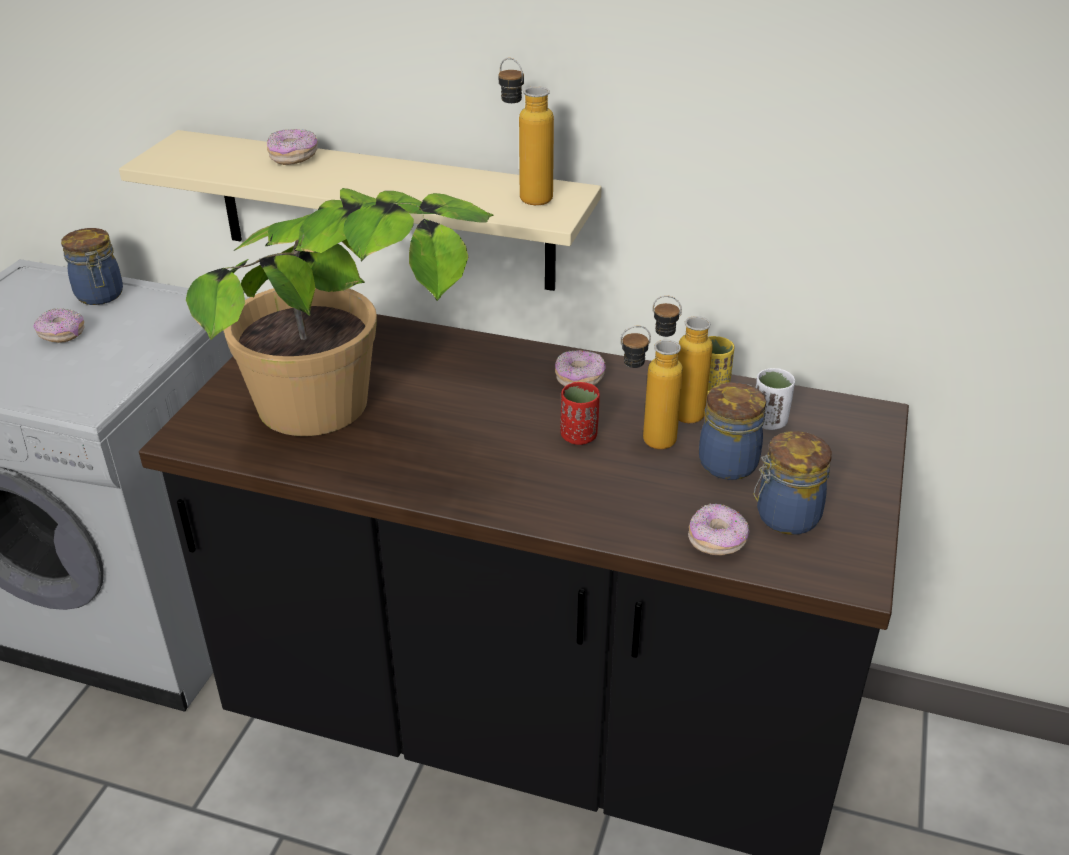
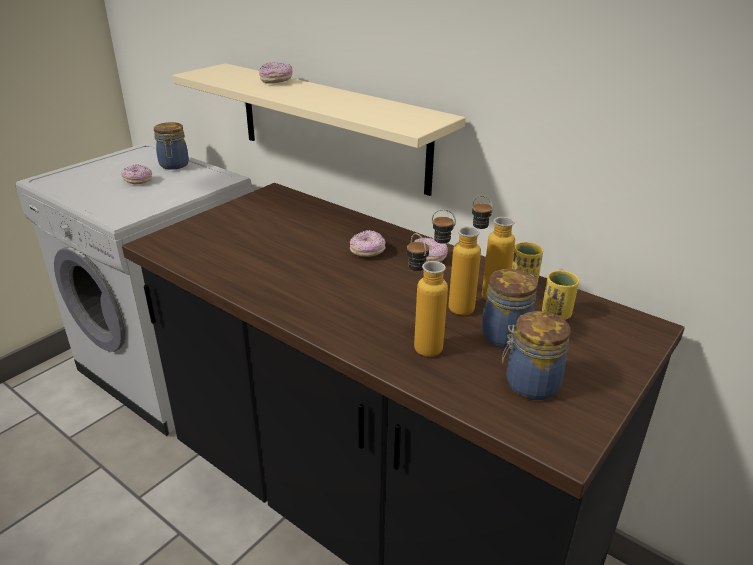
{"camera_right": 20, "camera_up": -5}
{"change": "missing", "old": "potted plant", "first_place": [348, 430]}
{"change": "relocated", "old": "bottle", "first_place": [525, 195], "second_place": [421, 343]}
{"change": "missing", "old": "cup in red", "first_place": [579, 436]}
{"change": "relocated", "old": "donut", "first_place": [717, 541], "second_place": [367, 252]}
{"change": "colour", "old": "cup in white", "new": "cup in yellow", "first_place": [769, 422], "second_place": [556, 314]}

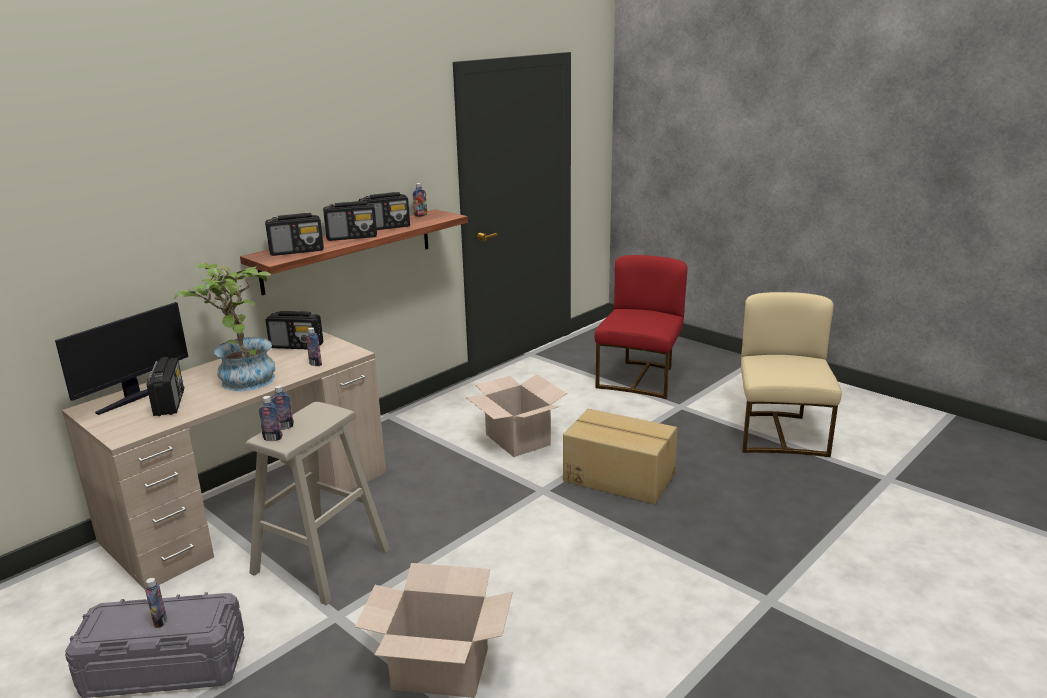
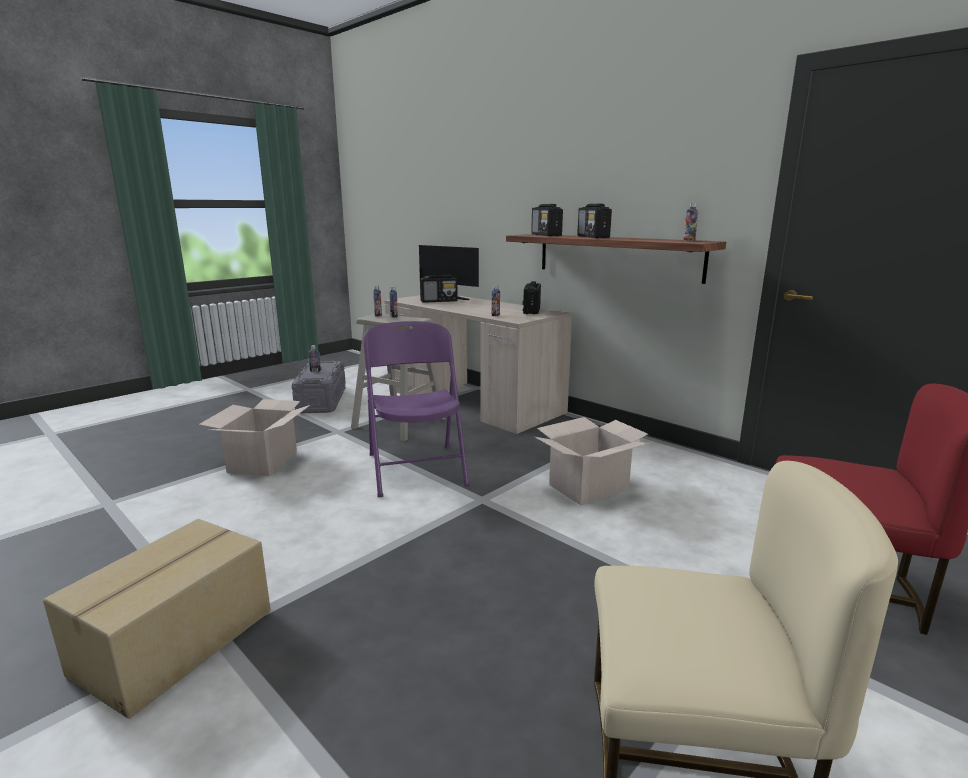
{"camera_right": 90, "camera_up": -5}
{"change": "missing", "old": "potted plant", "first_place": [242, 378]}
{"change": "missing", "old": "radio", "first_place": [386, 227]}
{"change": "relocated", "old": "cardboard box", "first_place": [619, 477], "second_place": [177, 642]}
{"change": "appeared", "new": "chair in purple", "second_place": [417, 469]}

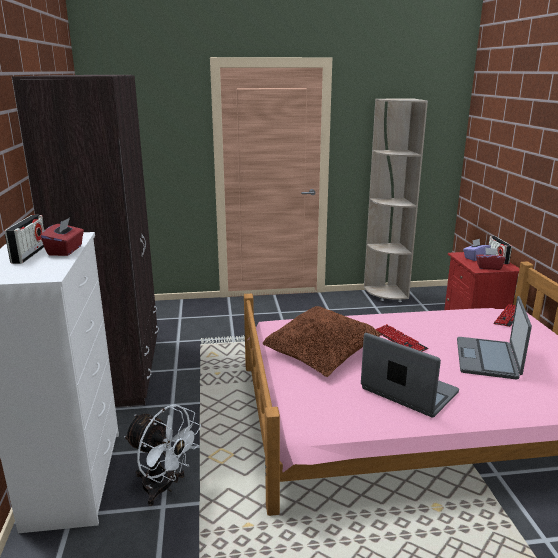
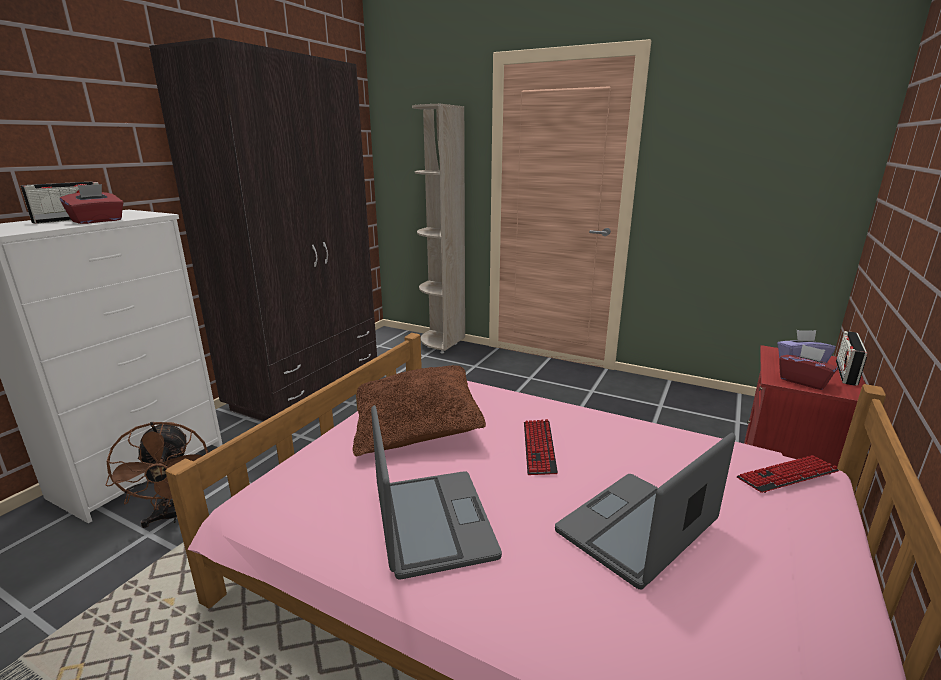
{"camera_right": 35, "camera_up": 0}
{"change": "colour", "old": "fan in white", "new": "fan in brown", "first_place": [164, 488], "second_place": [175, 516]}
{"change": "relocated", "old": "bookcase in beige", "first_place": [386, 297], "second_place": [439, 345]}

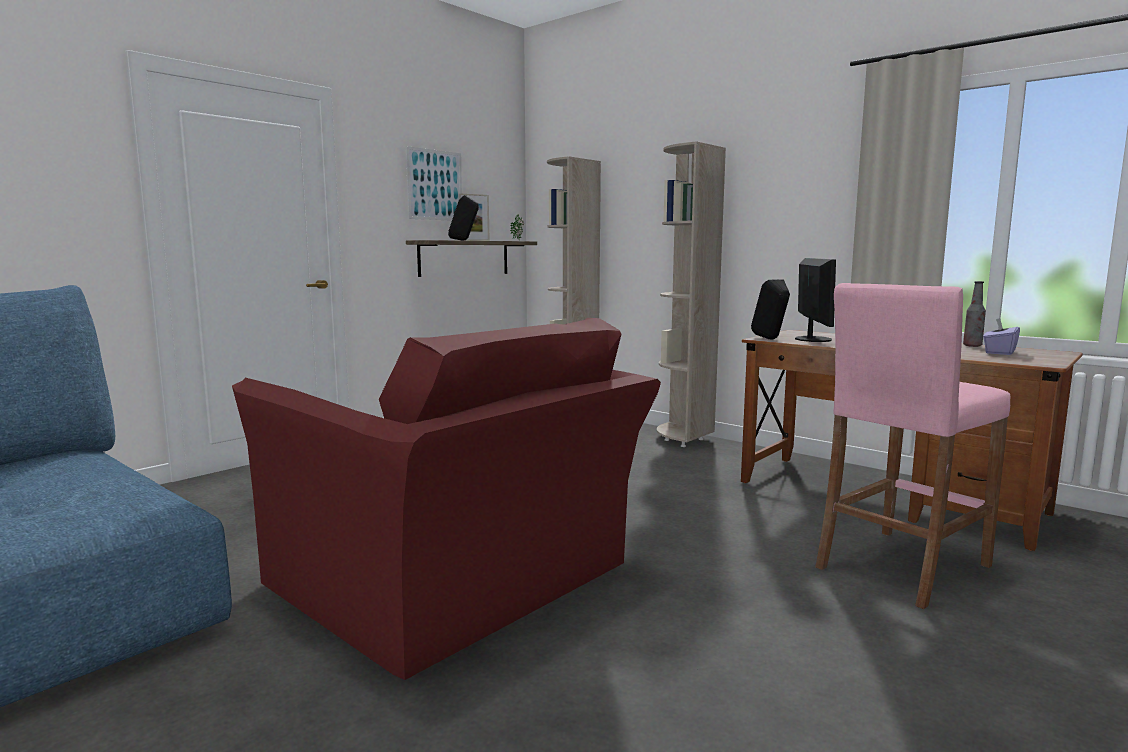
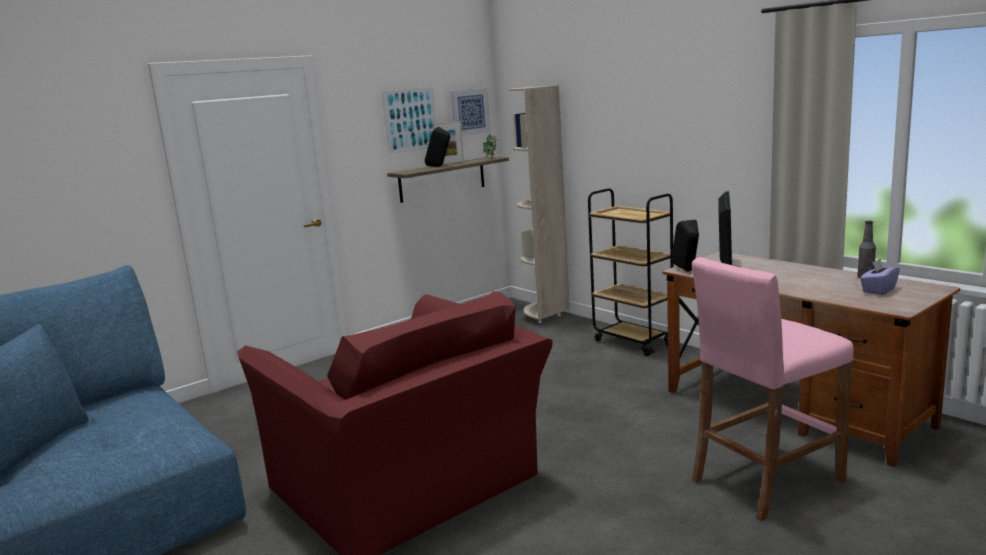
{"camera_right": 10, "camera_up": 5}
{"change": "exchanged", "old": "bookcase in beige", "new": "cart in brown", "first_place": [680, 439], "second_place": [634, 343]}
{"change": "appeared", "new": "picture", "second_place": [469, 112]}

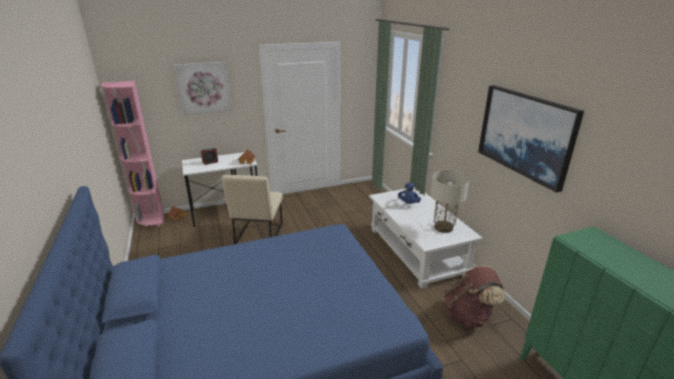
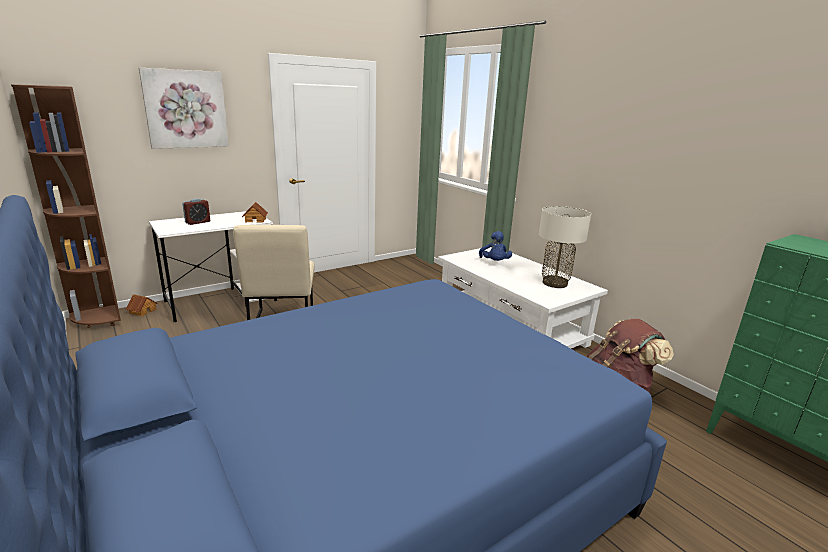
{"camera_right": -15, "camera_up": -5}
{"change": "colour", "old": "bookcase in pink", "new": "bookcase in brown", "first_place": [151, 222], "second_place": [98, 321]}
{"change": "missing", "old": "picture", "first_place": [525, 134]}

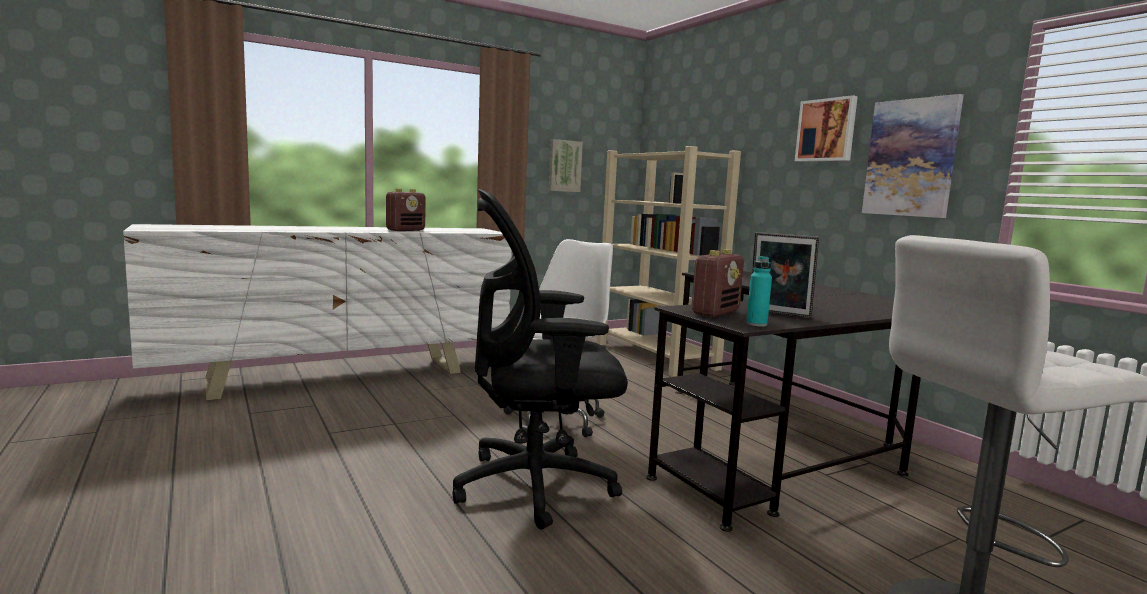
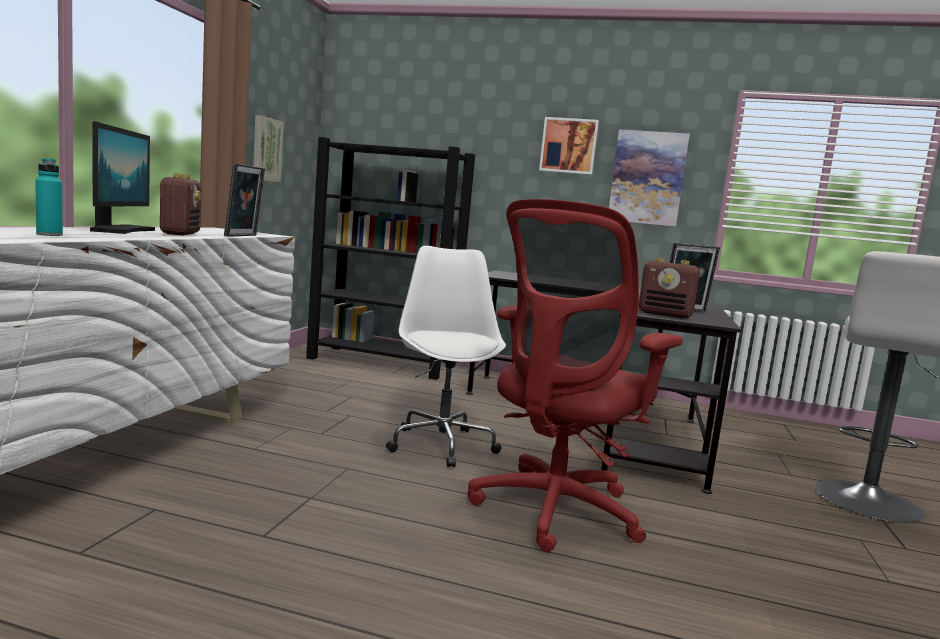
{"camera_right": -45, "camera_up": 0}
{"change": "colour", "old": "office chair in black", "new": "office chair in red", "first_place": [543, 483], "second_place": [559, 505]}
{"change": "colour", "old": "bookcase in beige", "new": "bookcase in black", "first_place": [655, 356], "second_place": [382, 362]}
{"change": "spun", "old": "radio", "first_place": [715, 313], "second_place": [665, 314], "degrees": 120}
{"change": "relocated", "old": "bottle in turquoise", "first_place": [756, 324], "second_place": [49, 235]}
{"change": "appeared", "new": "monitor", "second_place": [120, 230]}
{"change": "appeared", "new": "picture frame", "second_place": [243, 236]}

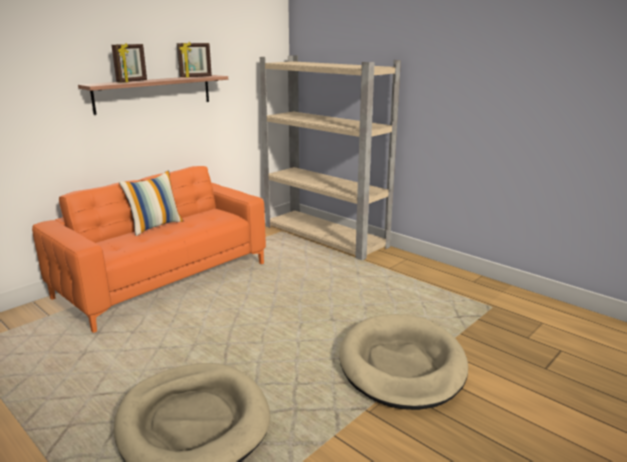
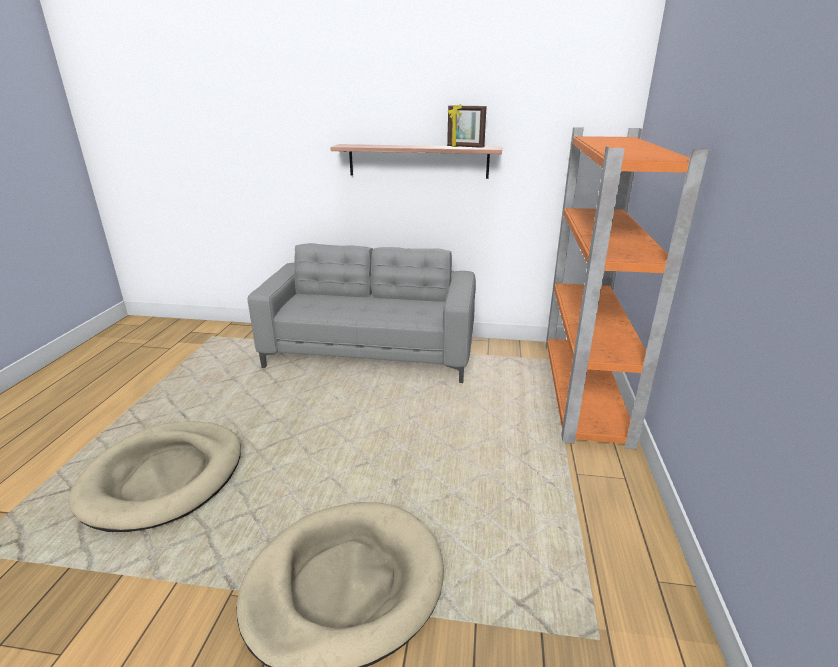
{"camera_right": 55, "camera_up": 5}
{"change": "colour", "old": "sofa in orange", "new": "sofa in grey", "first_place": [164, 279], "second_place": [371, 353]}
{"change": "missing", "old": "picture frame", "first_place": [132, 81]}
{"change": "missing", "old": "pillow", "first_place": [155, 226]}
{"change": "colour", "old": "bookcase in beige", "new": "bookcase in orange", "first_place": [324, 236], "second_place": [583, 389]}

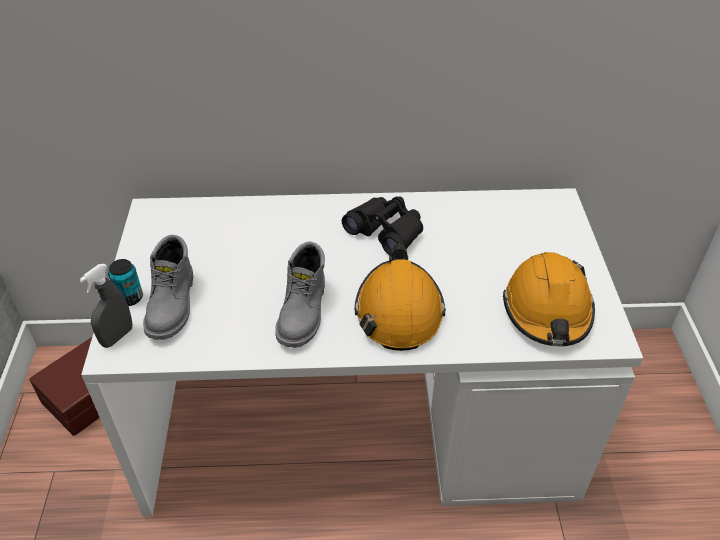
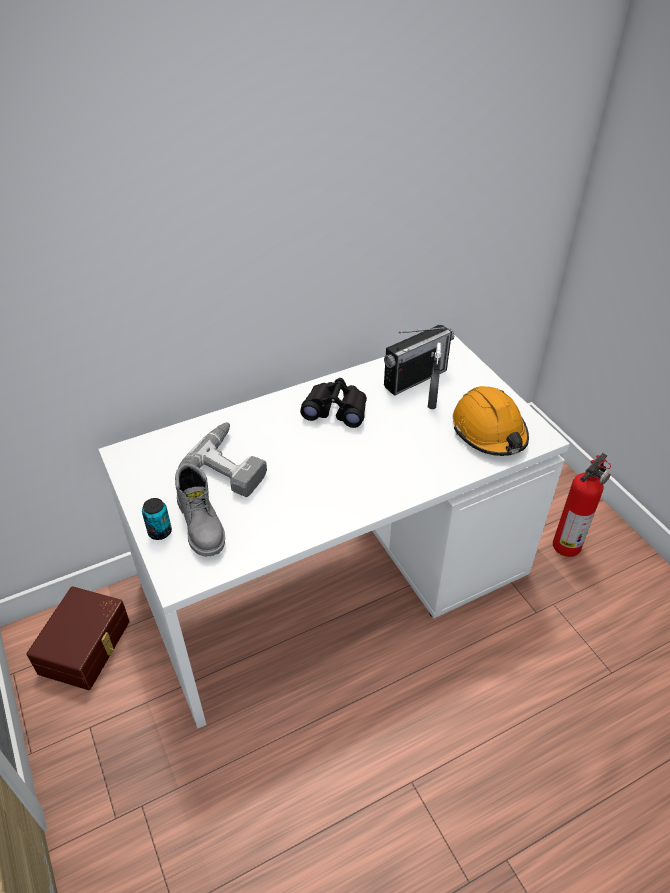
{"camera_right": -25, "camera_up": 0}
{"change": "relocated", "old": "spray bottle in grey", "first_place": [117, 337], "second_place": [432, 402]}
{"change": "missing", "old": "boot in grey", "first_place": [304, 312]}
{"change": "missing", "old": "hard hat in orange", "first_place": [399, 310]}
{"change": "appeared", "new": "power drill", "second_place": [232, 464]}
{"change": "appeared", "new": "radio", "second_place": [415, 378]}
{"change": "appeared", "new": "fire extinguisher", "second_place": [568, 544]}

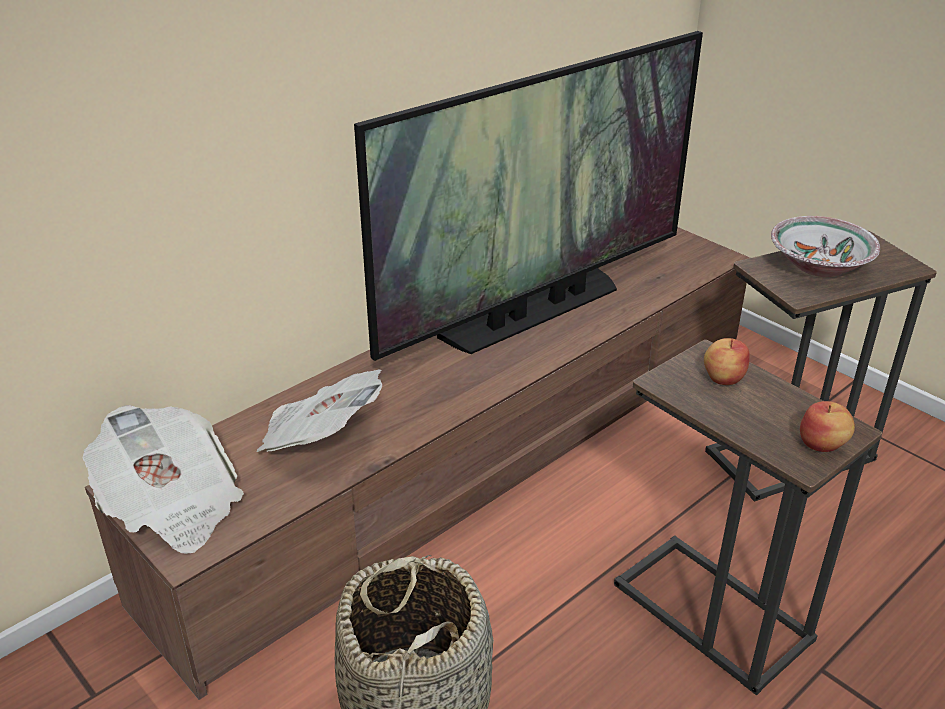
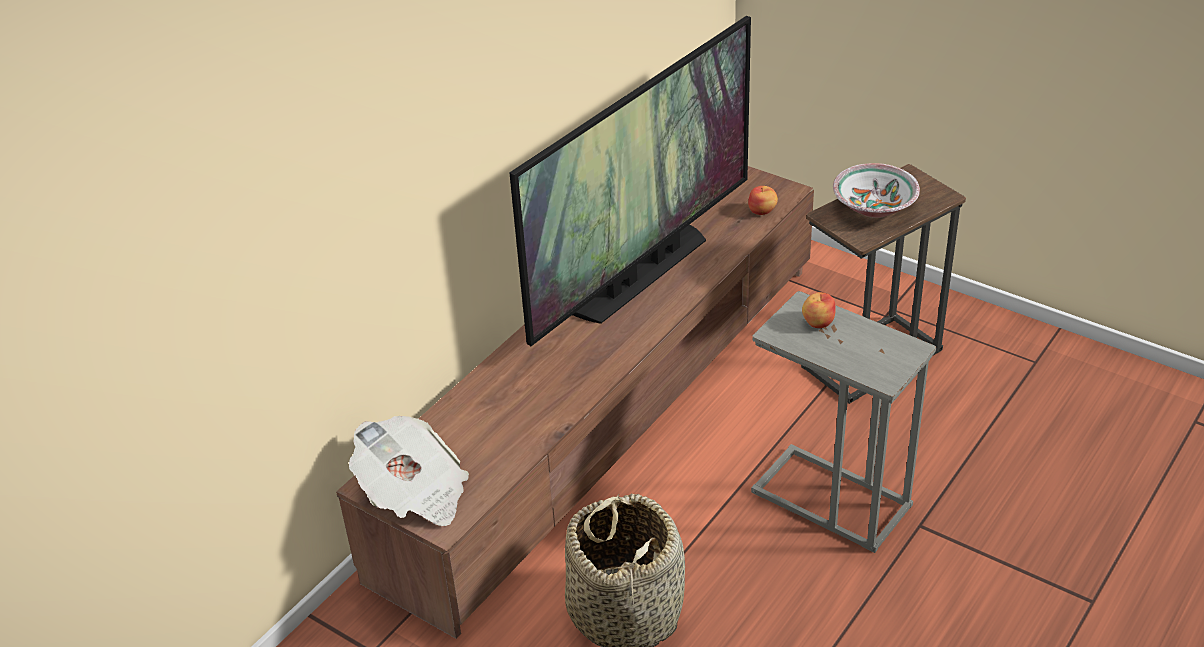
{"camera_right": -10, "camera_up": 5}
{"change": "missing", "old": "newspaper", "first_place": [321, 438]}
{"change": "colour", "old": "side table in brown", "new": "side table in grey", "first_place": [714, 612], "second_place": [833, 499]}
{"change": "relocated", "old": "apple", "first_place": [822, 444], "second_place": [762, 211]}

